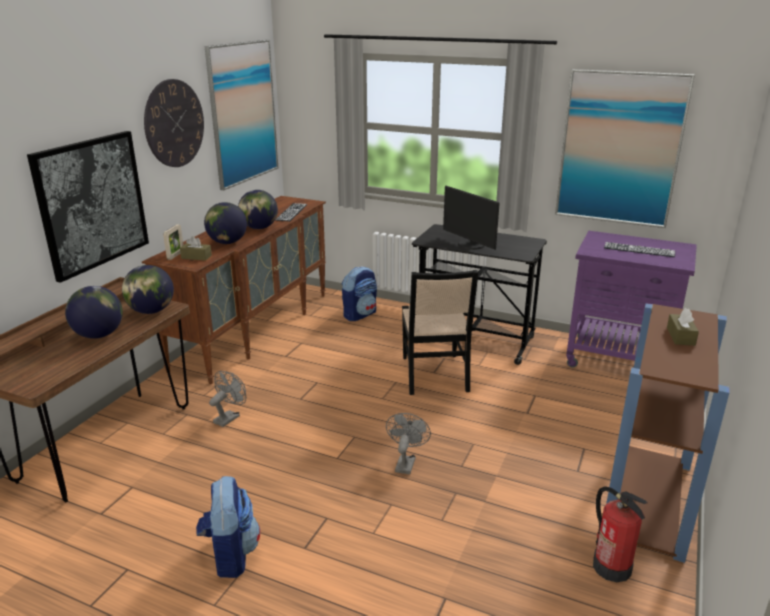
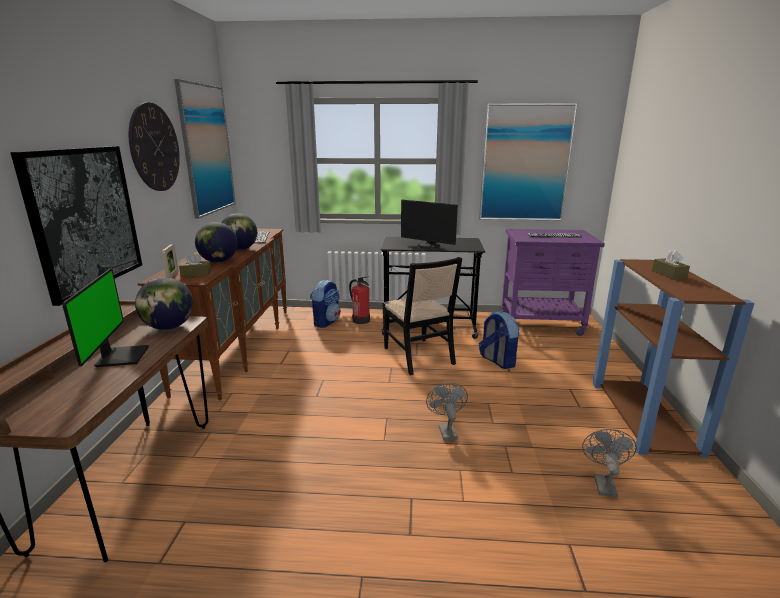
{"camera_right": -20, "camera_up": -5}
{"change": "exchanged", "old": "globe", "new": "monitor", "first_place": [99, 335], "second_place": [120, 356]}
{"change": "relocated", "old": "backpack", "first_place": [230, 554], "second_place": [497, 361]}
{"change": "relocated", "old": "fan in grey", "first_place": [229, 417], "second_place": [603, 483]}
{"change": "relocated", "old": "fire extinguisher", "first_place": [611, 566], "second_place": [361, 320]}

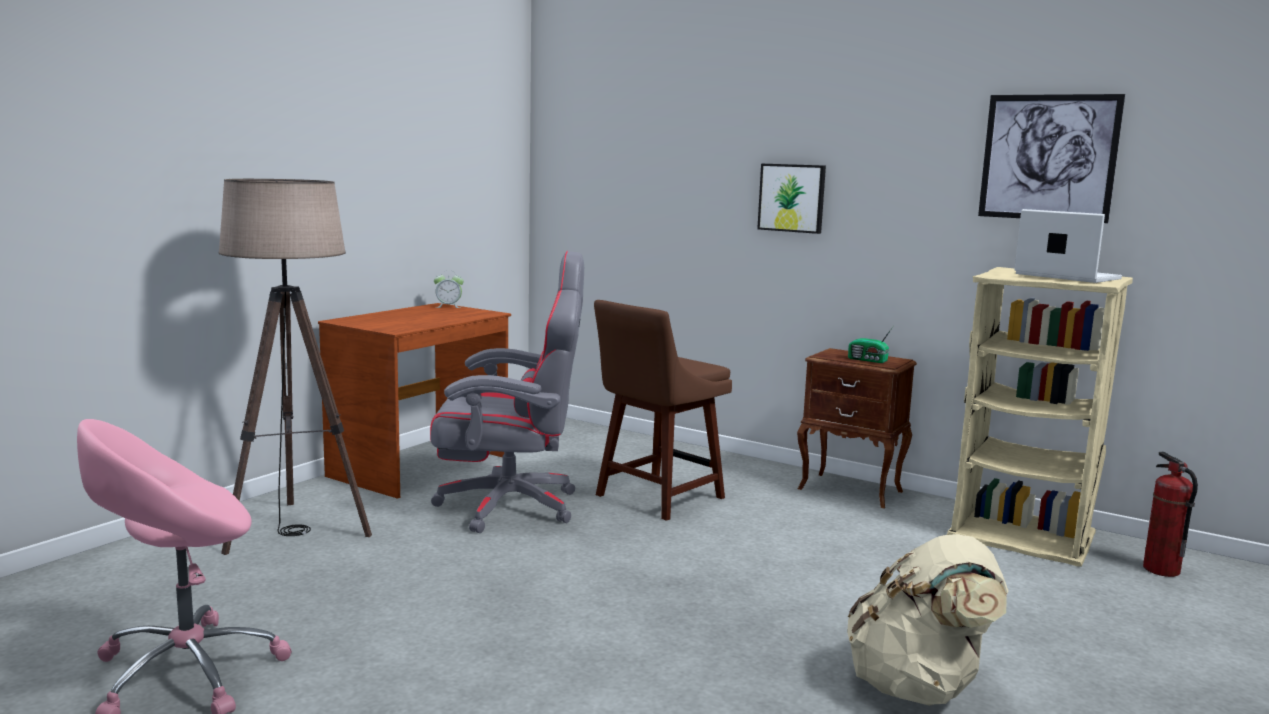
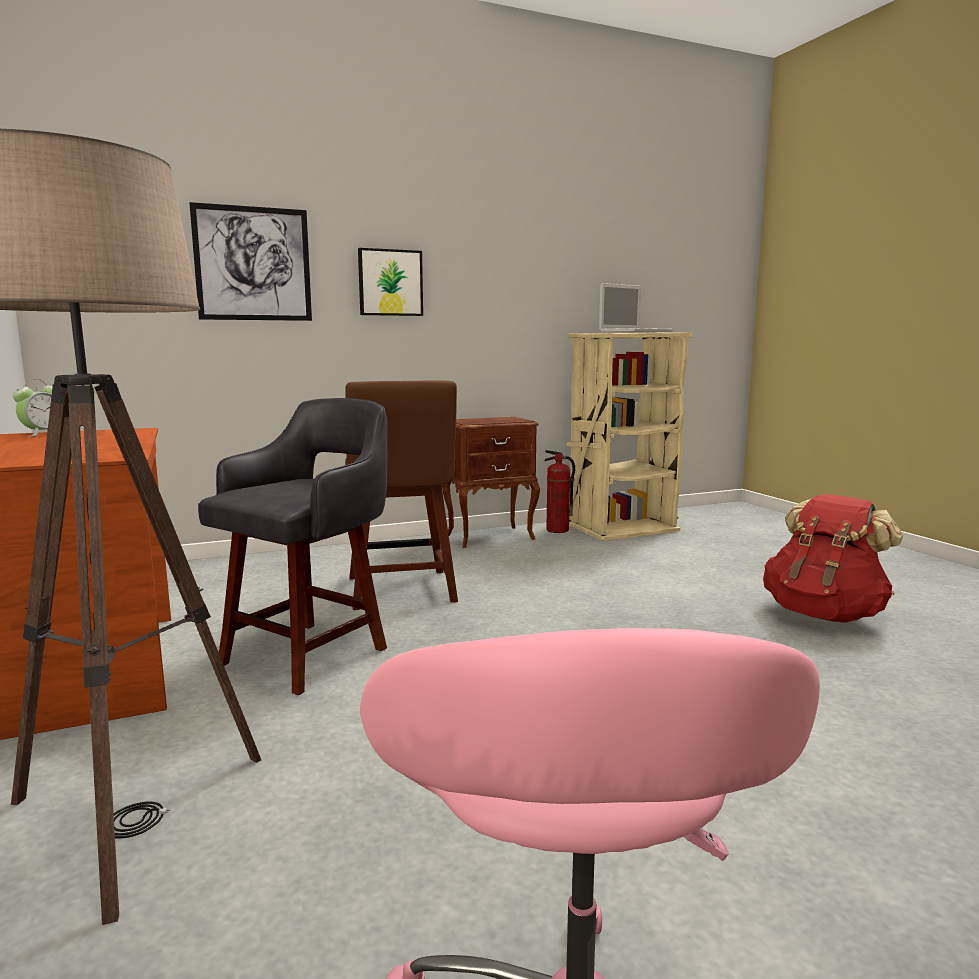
{"camera_right": -55, "camera_up": 0}
{"change": "exchanged", "old": "office chair in grey", "new": "stool in grey", "first_place": [508, 506], "second_place": [310, 654]}
{"change": "colour", "old": "backpack in beige", "new": "backpack in red", "first_place": [919, 687], "second_place": [824, 614]}
{"change": "missing", "old": "radio", "first_place": [868, 360]}
{"change": "relocated", "old": "picture", "first_place": [1048, 157], "second_place": [253, 264]}
{"change": "spun", "old": "laptop", "first_place": [1065, 276], "second_place": [636, 331], "degrees": 150}
{"change": "relocated", "old": "fire extinguisher", "first_place": [1160, 570], "second_place": [557, 530]}

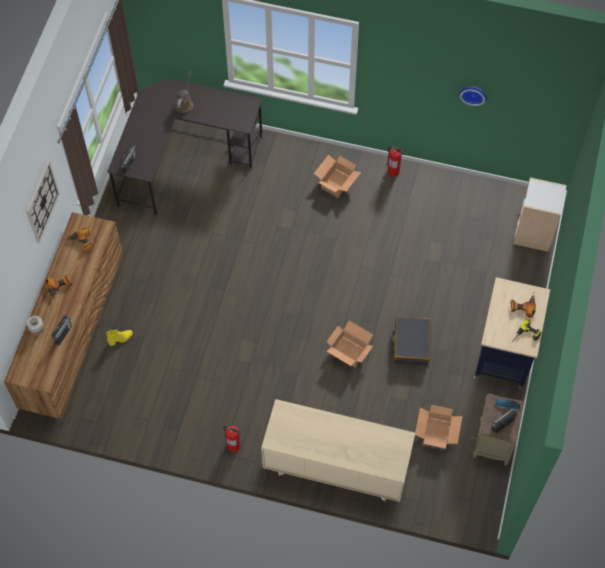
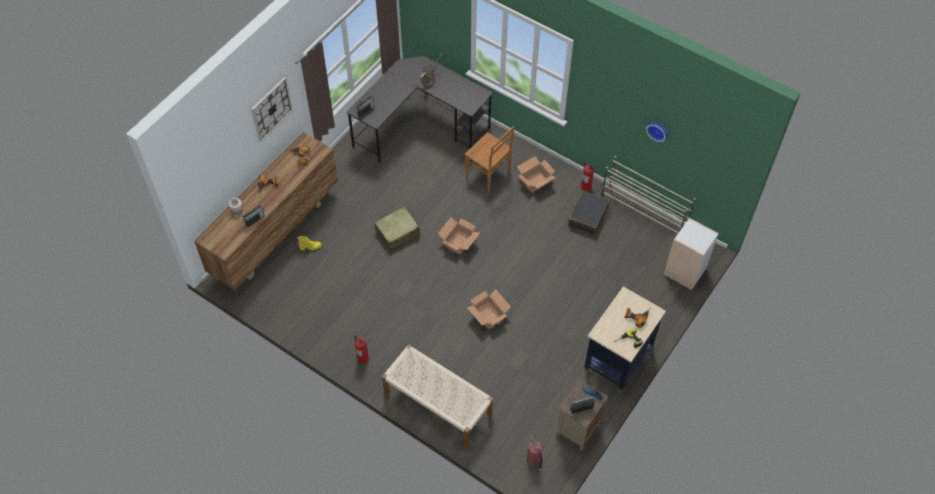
{"camera_right": 20, "camera_up": -5}
{"change": "exchanged", "old": "dresser in beige", "new": "bench in beige", "first_place": [336, 468], "second_place": [437, 404]}
{"change": "relocated", "old": "suitcase in black", "first_place": [411, 344], "second_place": [587, 216]}
{"change": "relocated", "old": "cardboard box", "first_place": [436, 433], "second_place": [458, 242]}
{"change": "appeared", "new": "suitcase in beige", "second_place": [397, 232]}
{"change": "appeared", "new": "chair in brown", "second_place": [488, 173]}
{"change": "appeared", "new": "fire extinguisher", "second_place": [533, 461]}
{"change": "appeared", "new": "shoe rack in beige", "second_place": [643, 213]}

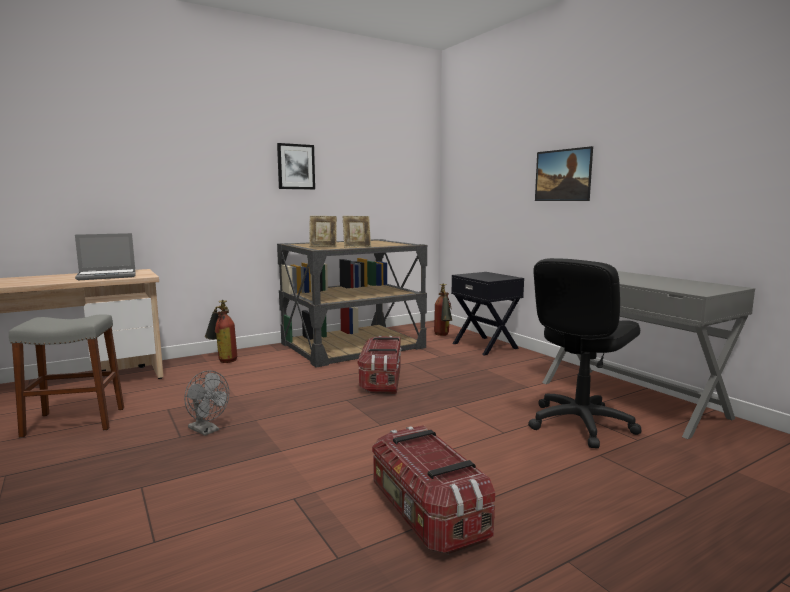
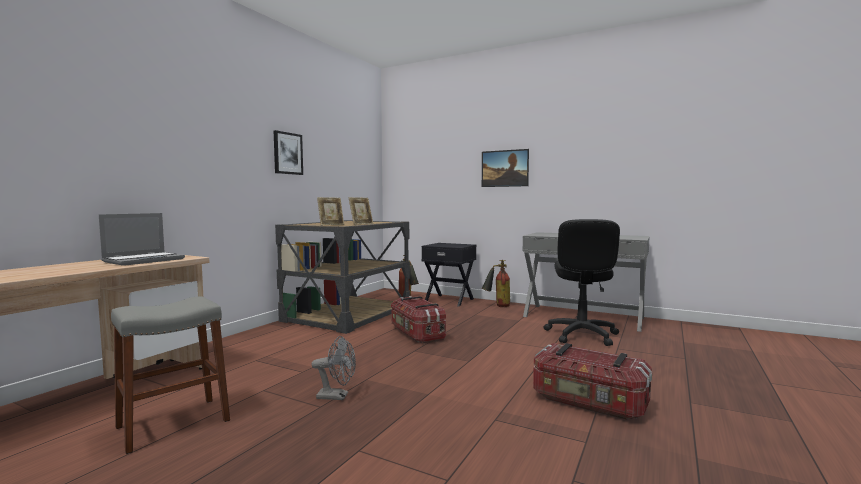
{"camera_right": -30, "camera_up": -5}
{"change": "relocated", "old": "fire extinguisher", "first_place": [223, 360], "second_place": [497, 306]}

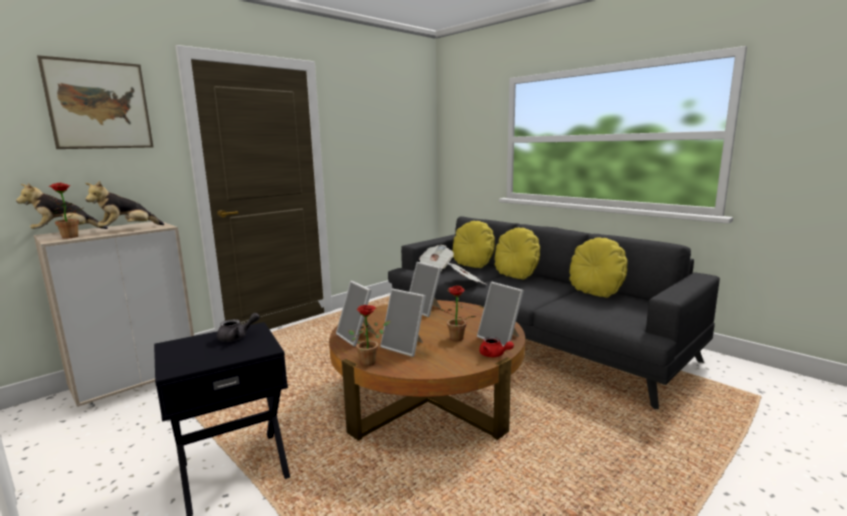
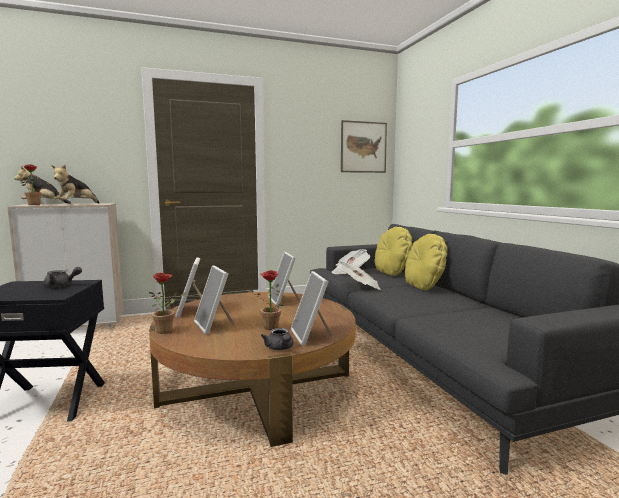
{"camera_right": 25, "camera_up": -5}
{"change": "relocated", "old": "picture", "first_place": [99, 105], "second_place": [363, 147]}
{"change": "spun", "old": "plush toy", "first_place": [127, 230], "second_place": [76, 204], "degrees": -45}
{"change": "colour", "old": "teapot in red", "new": "teapot in grey", "first_place": [494, 355], "second_place": [280, 348]}
{"change": "missing", "old": "pillow in yellow", "first_place": [595, 293]}

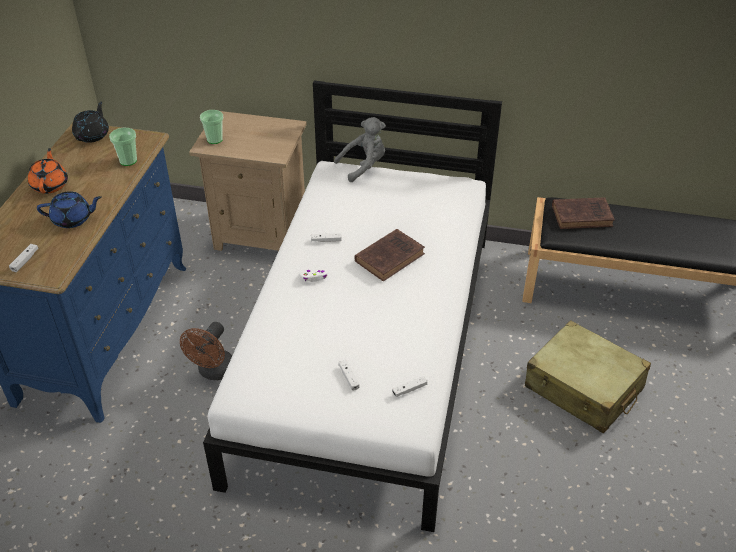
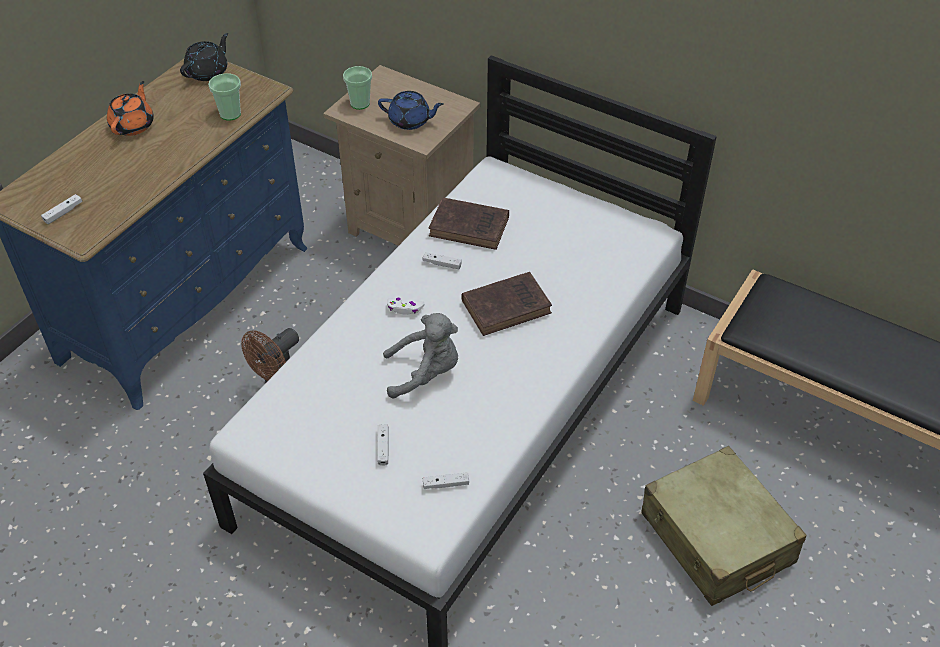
{"camera_right": 20, "camera_up": 5}
{"change": "relocated", "old": "teapot in blue", "first_place": [73, 219], "second_place": [410, 121]}
{"change": "relocated", "old": "plush toy in grey", "first_place": [364, 166], "second_place": [425, 373]}
{"change": "relocated", "old": "book in brown", "first_place": [583, 216], "second_place": [471, 227]}

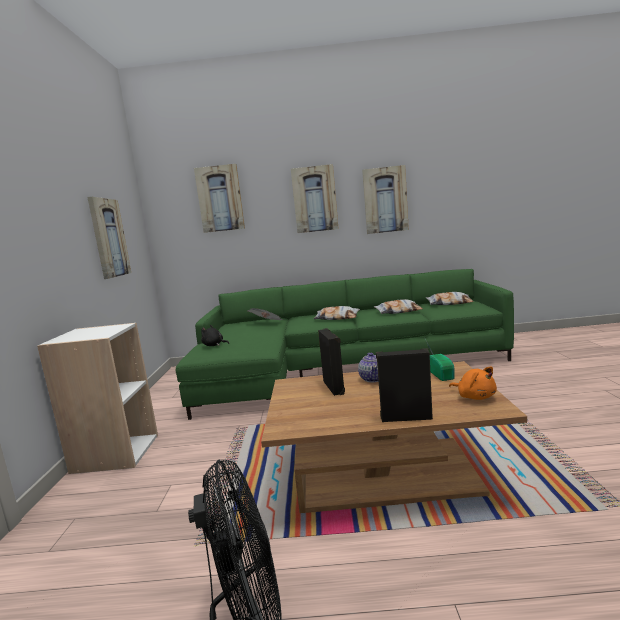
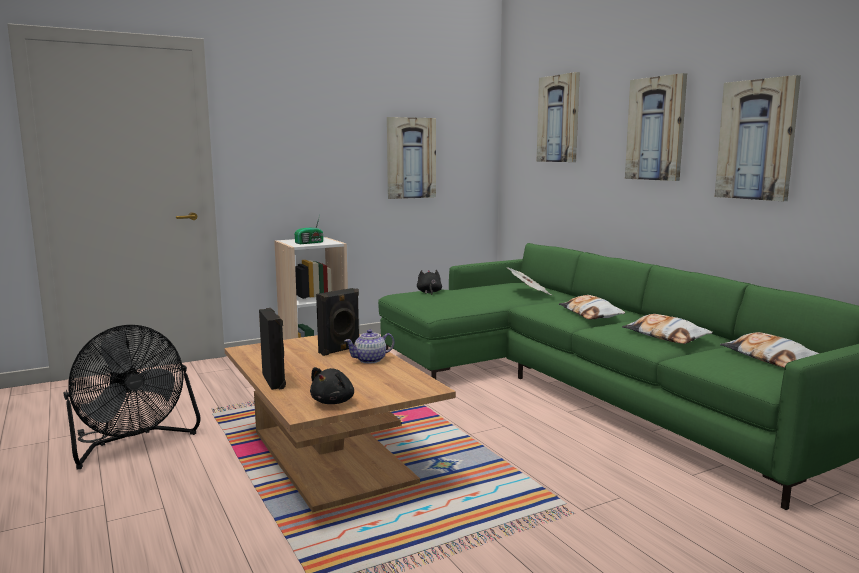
{"camera_right": 60, "camera_up": 0}
{"change": "relocated", "old": "radio", "first_place": [441, 374], "second_place": [310, 243]}
{"change": "colour", "old": "plush toy in orange", "new": "plush toy in black", "first_place": [475, 396], "second_place": [334, 401]}

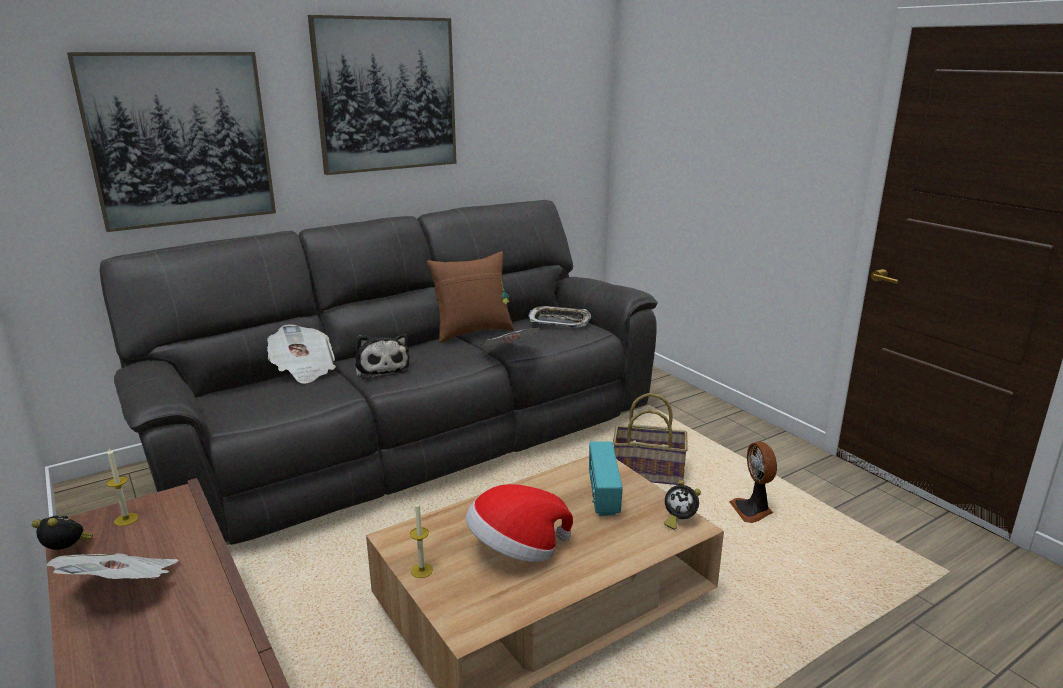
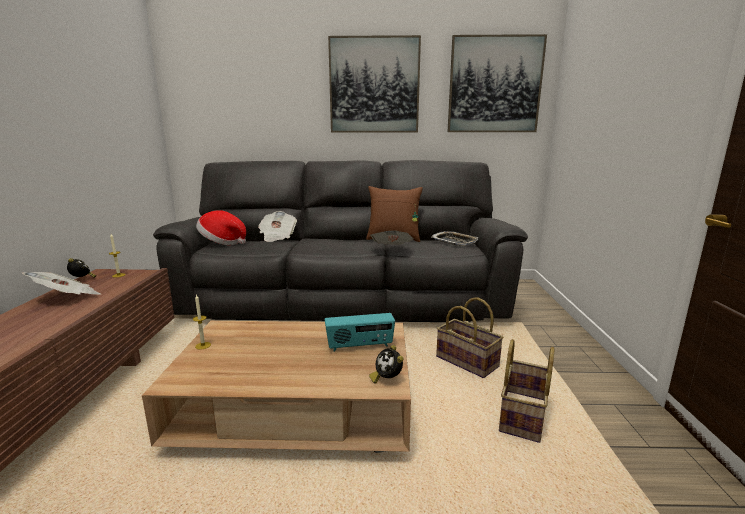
{"camera_right": 35, "camera_up": -5}
{"change": "relocated", "old": "picture", "first_place": [180, 139], "second_place": [494, 85]}
{"change": "missing", "old": "plush toy", "first_place": [381, 368]}
{"change": "relocated", "old": "hat", "first_place": [516, 551], "second_place": [222, 242]}
{"change": "spun", "old": "radio", "first_place": [602, 495], "second_place": [360, 346], "degrees": -135}
{"change": "exchanged", "old": "fan", "new": "basket", "first_place": [752, 511], "second_place": [523, 417]}

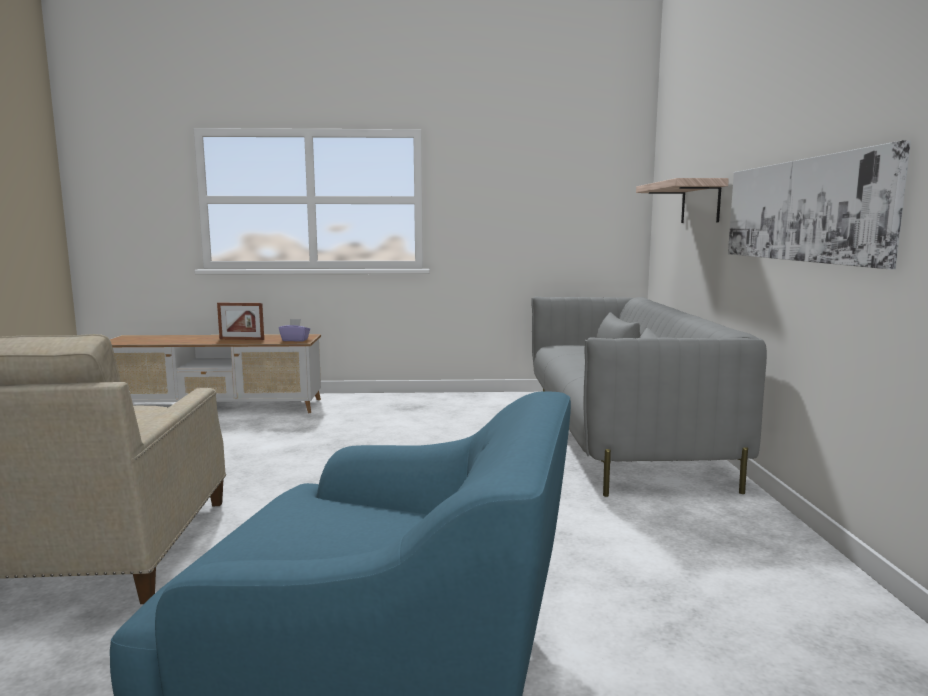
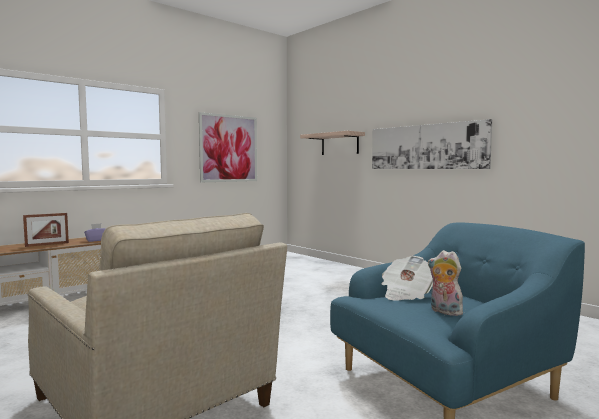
{"camera_right": -40, "camera_up": -5}
{"change": "missing", "old": "sofa in grey", "first_place": [618, 434]}
{"change": "appeared", "new": "picture", "second_place": [229, 148]}
{"change": "appeared", "new": "newspaper", "second_place": [407, 294]}
{"change": "appeared", "new": "plush toy", "second_place": [444, 311]}

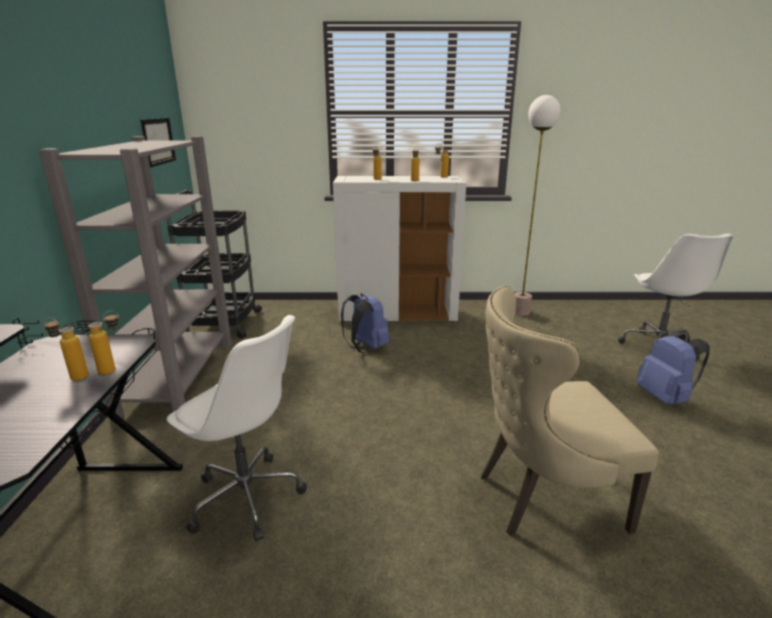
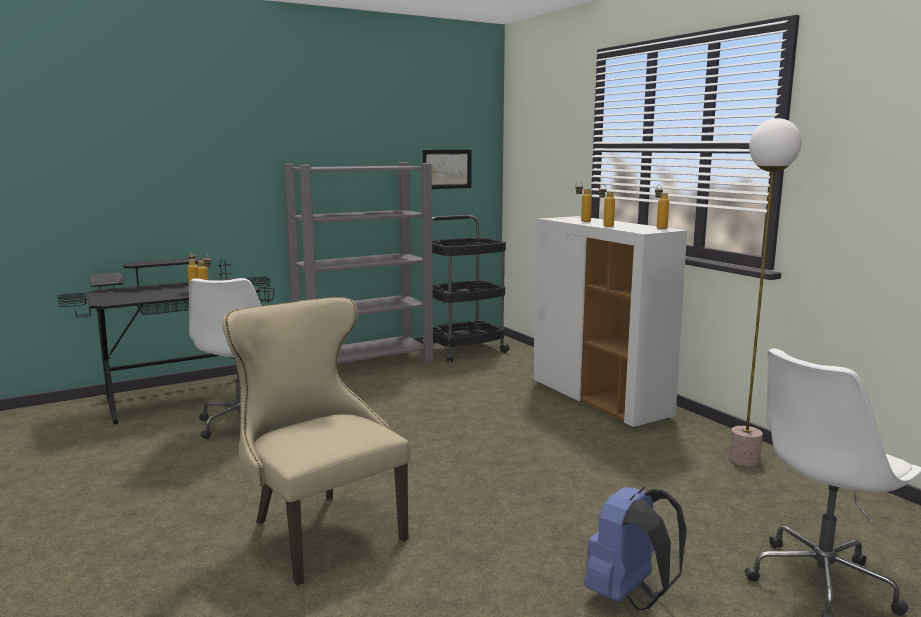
{"camera_right": 60, "camera_up": -10}
{"change": "missing", "old": "backpack in blue", "first_place": [365, 348]}

